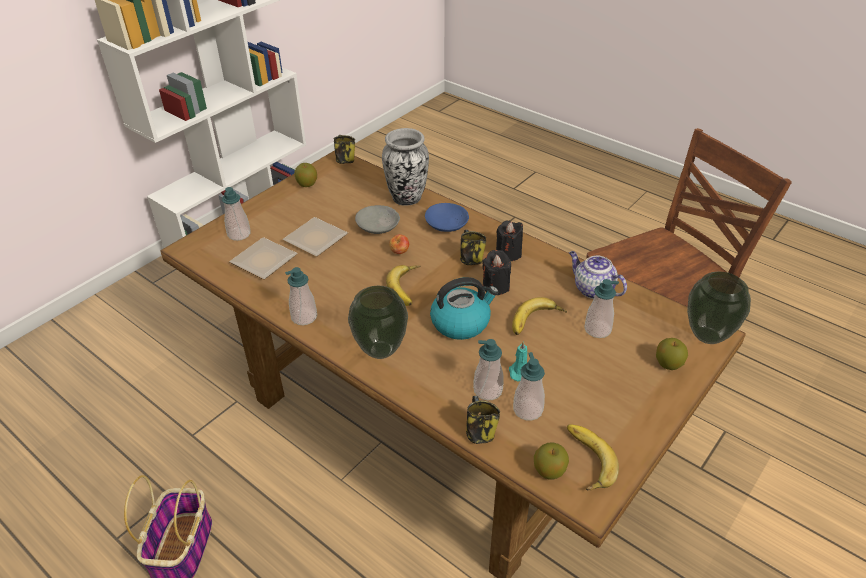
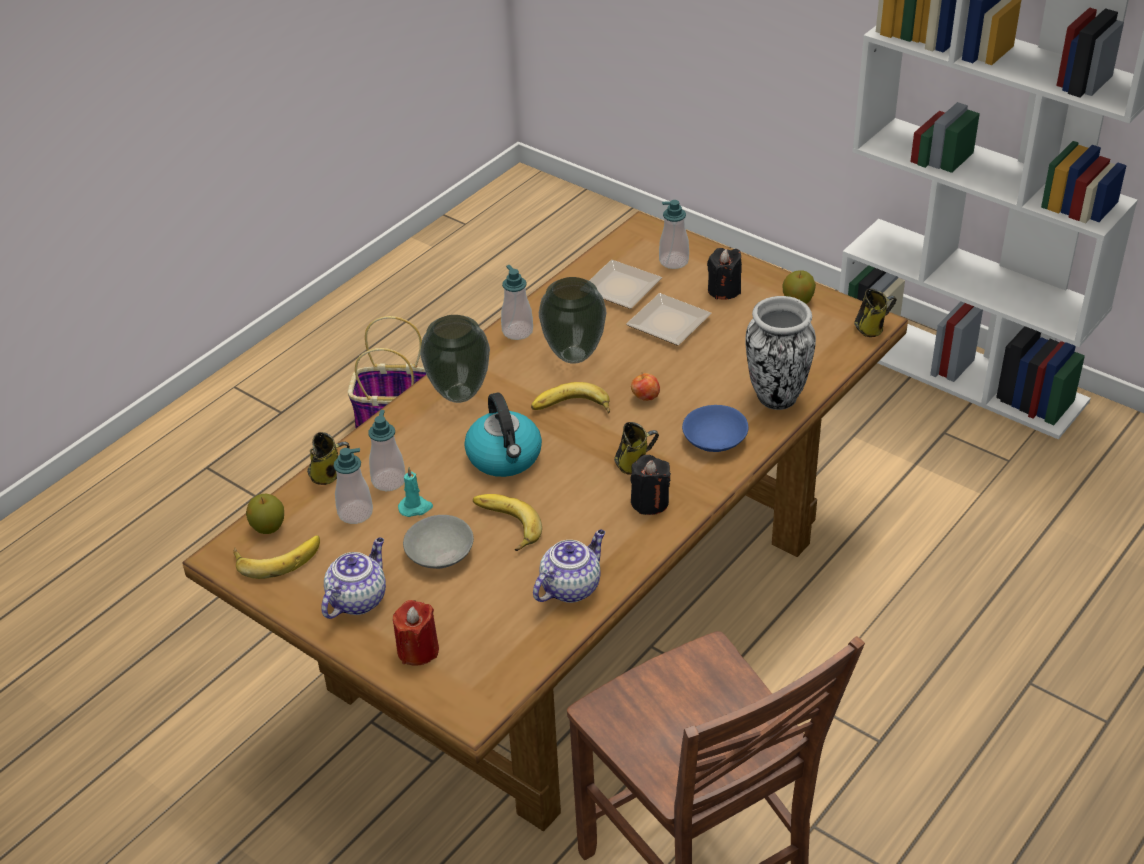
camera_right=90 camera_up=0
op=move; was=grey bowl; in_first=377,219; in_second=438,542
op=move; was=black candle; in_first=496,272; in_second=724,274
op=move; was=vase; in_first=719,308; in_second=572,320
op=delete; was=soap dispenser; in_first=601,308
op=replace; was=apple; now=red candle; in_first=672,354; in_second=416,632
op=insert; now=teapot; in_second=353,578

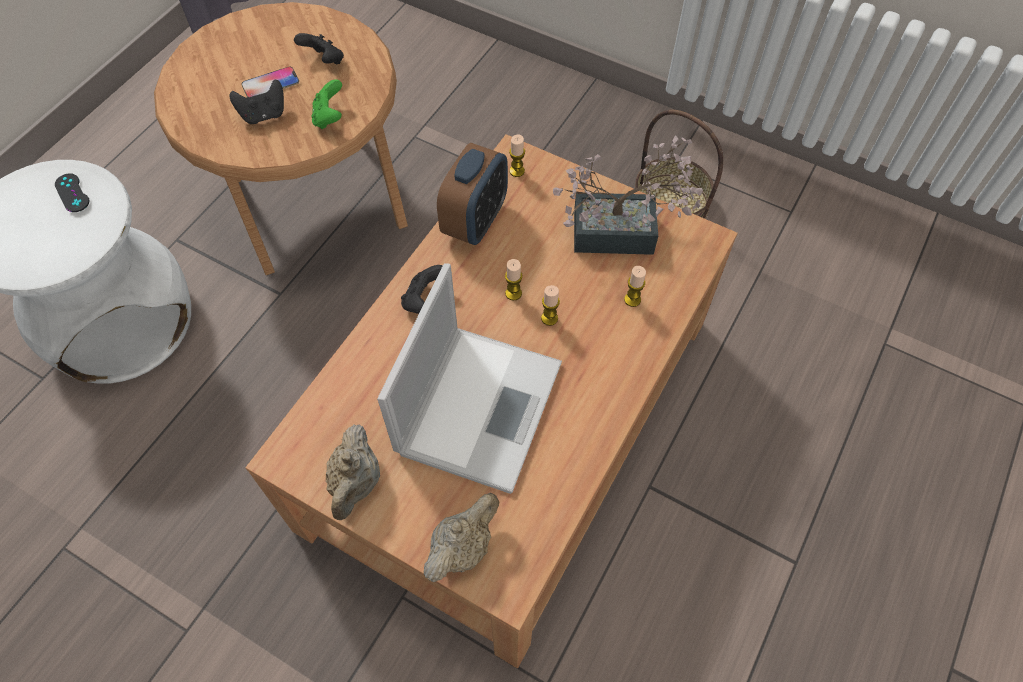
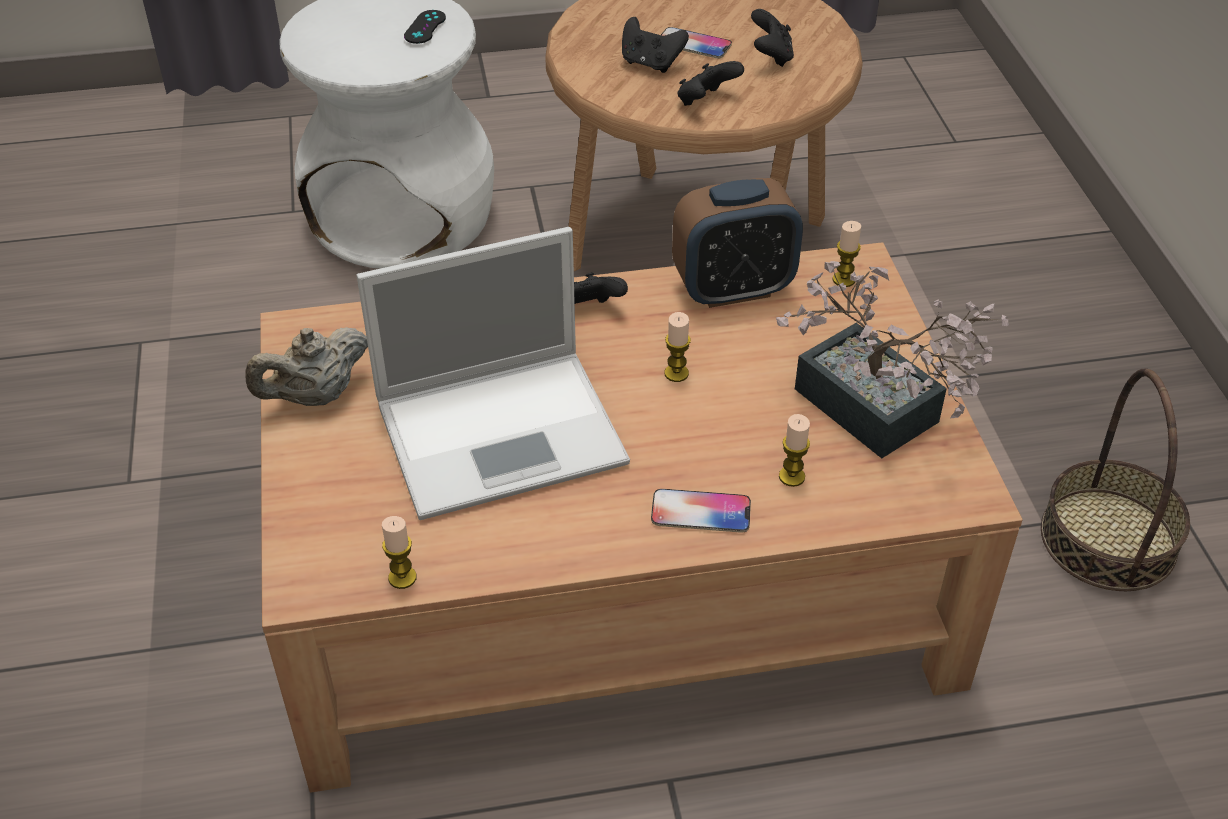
camera_right=50 camera_up=-15
op=recolor; was=green game controller; now=black game controller; in_first=326,104; in_second=711,83
op=move; was=candle; in_first=550,305; in_second=399,552
op=delete; was=beige teapot; in_first=461,537
op=insert; now=phone; in_second=701,511

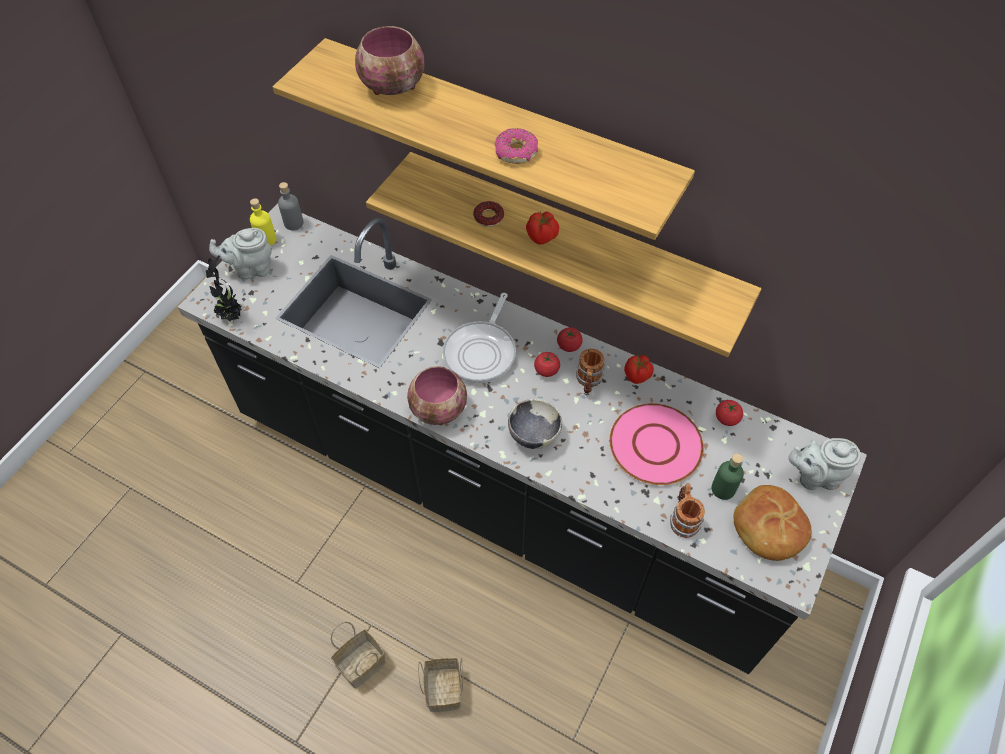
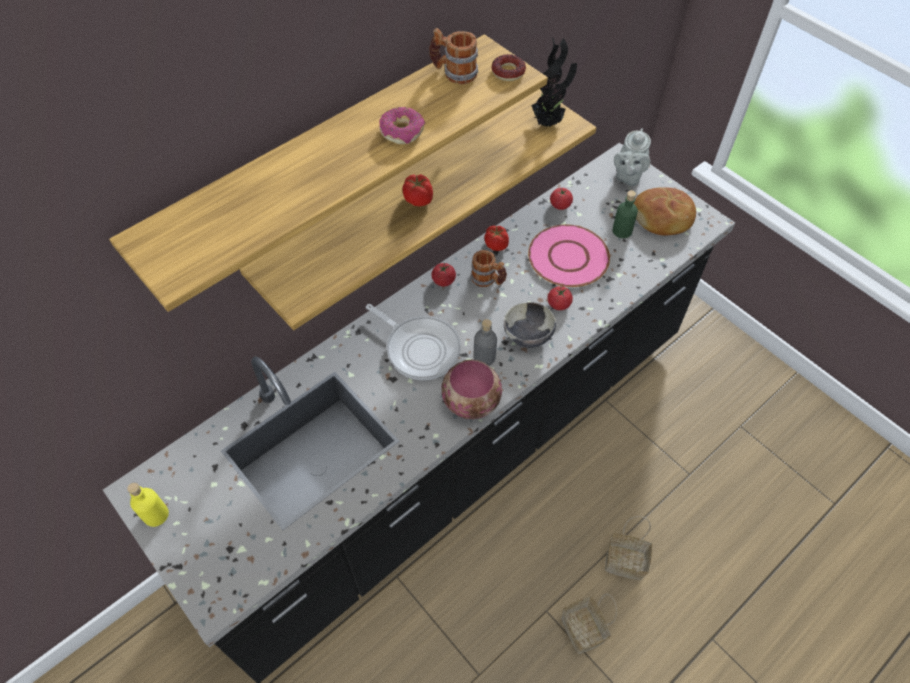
camera_right=-70 camera_up=0
op=delete; was=bowl; in_first=389,60
op=move; was=grey bottle; in_first=291,206; in_second=485,342
op=move; was=donut; in_first=488,214; in_second=509,67
op=delete; was=grey teapot; in_first=240,253
op=move; was=potted plant; in_first=225,288; in_second=554,82
op=move; was=tomato; in_first=547,364; in_second=560,298
op=move; was=mug; in_first=687,510; in_second=453,56

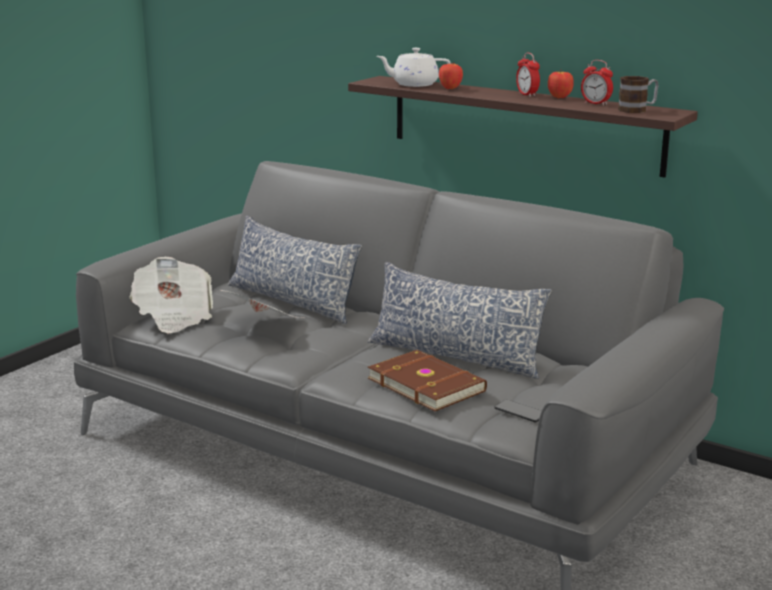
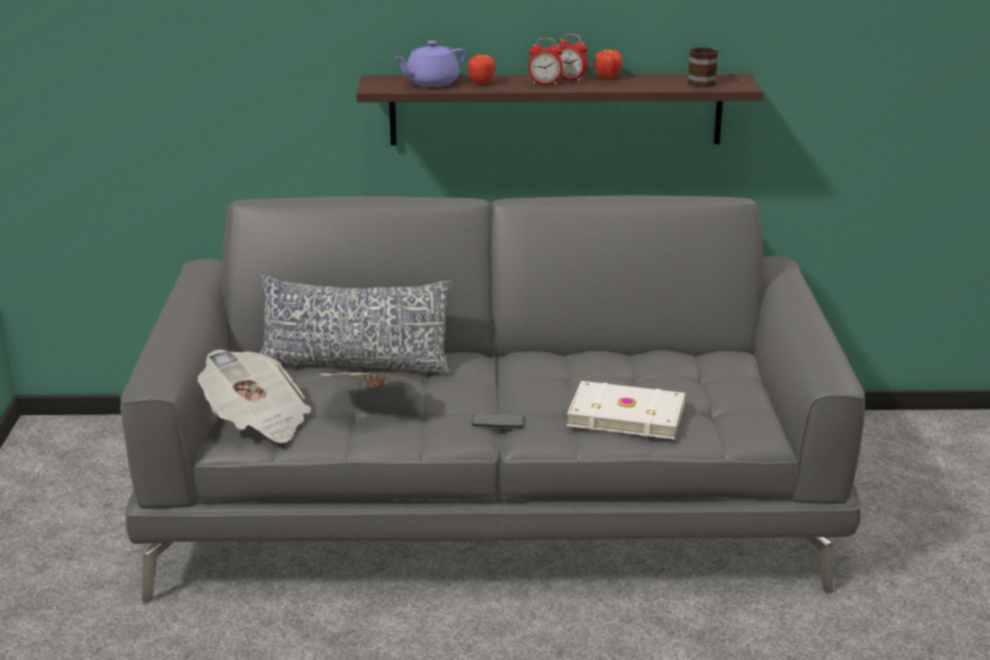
camera_right=-35 camera_up=5
op=recolor; was=white teapot; now=purple teapot; in_first=414,67; in_second=430,64
op=move; was=alarm clock; in_first=597,83; in_second=545,61
op=delete; was=pillow; in_first=460,320
op=recolor; was=brown book; now=white book; in_first=427,381; in_second=626,410
op=move; was=phone; in_first=517,411; in_second=498,420

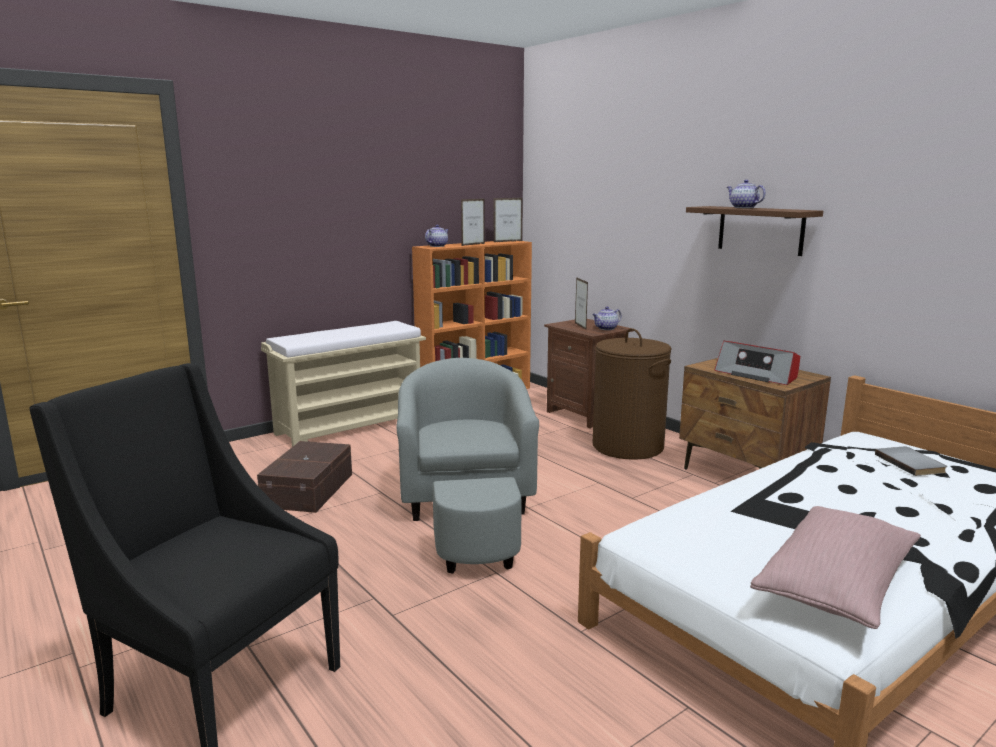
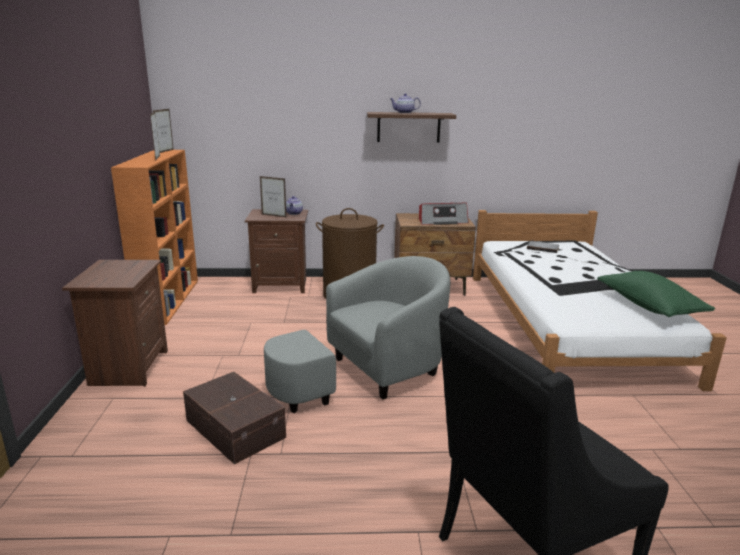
camera_right=-55 camera_up=5
op=delete; was=teapot; in_first=437,236
op=replace; was=beige bench; now=brown nightstand; in_first=343,384; in_second=115,323
op=rotate; was=grey armchair; in_first=467,465; in_second=357,334; clockwise=120
op=recolor; was=pink pillow; now=green pillow; in_first=835,567; in_second=656,294

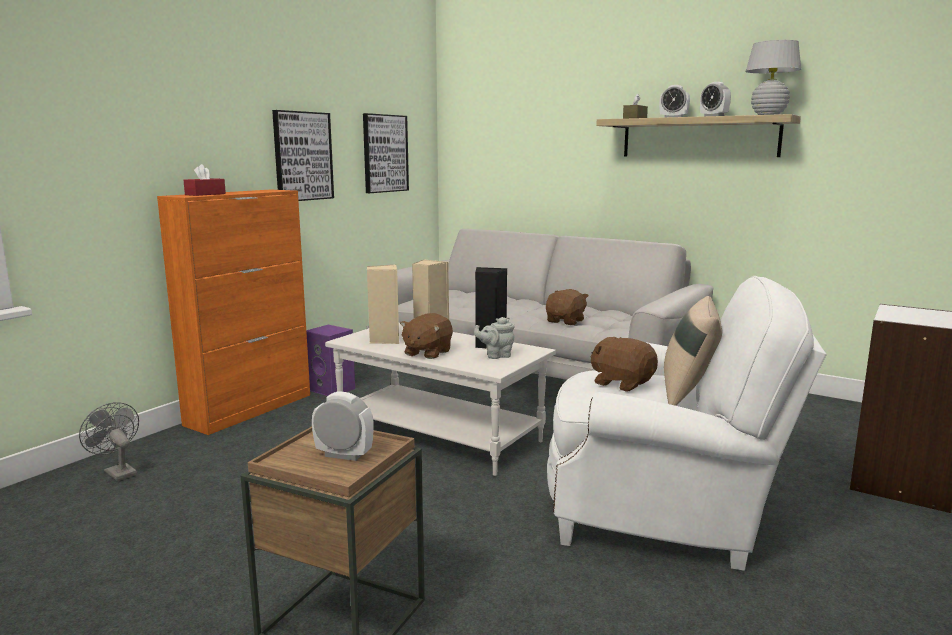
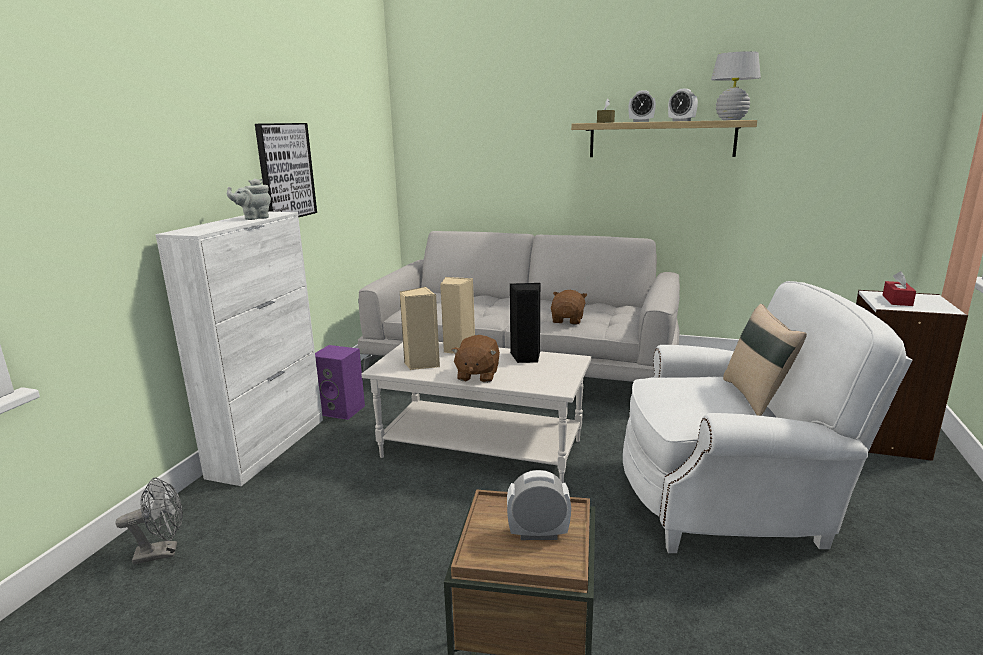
camera_right=-15 camera_up=5
op=delete; was=picture; in_first=386,153
op=move; was=red tissue box; in_first=204,180; in_second=899,288
op=recolor; was=orange cabinet; now=white cabinet; in_first=233,312; in_second=239,349
op=move; was=grey teapot; in_first=494,338; in_second=249,199
op=delete; was=brown plush toy; in_first=624,364
op=rotate; was=grey fan; in_first=109,441; in_second=149,521; clockwise=135

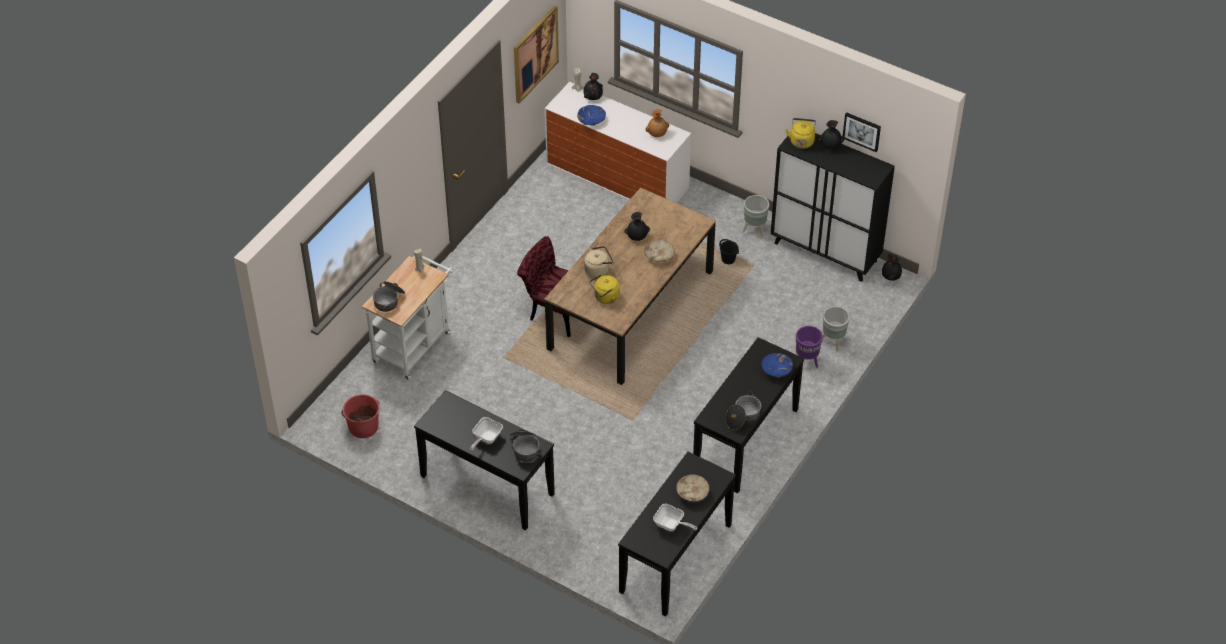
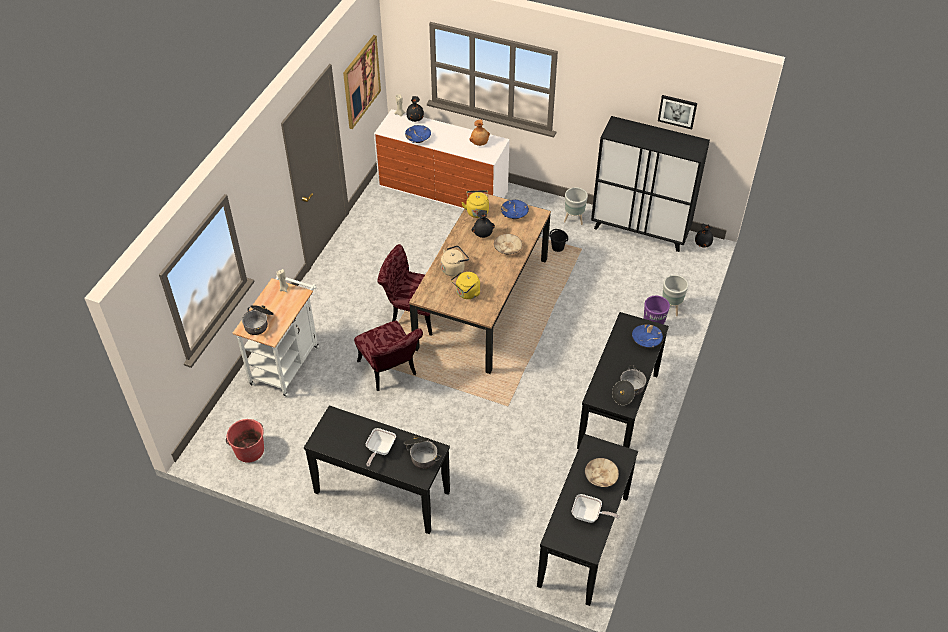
camera_right=-10 camera_up=0
op=move; was=yellow kettle; in_first=800,133; in_second=475,204
op=delete; was=black vase; in_first=831,134
op=insert; now=blue bowl; in_second=515,209
op=insert; now=red chair; in_second=388,356

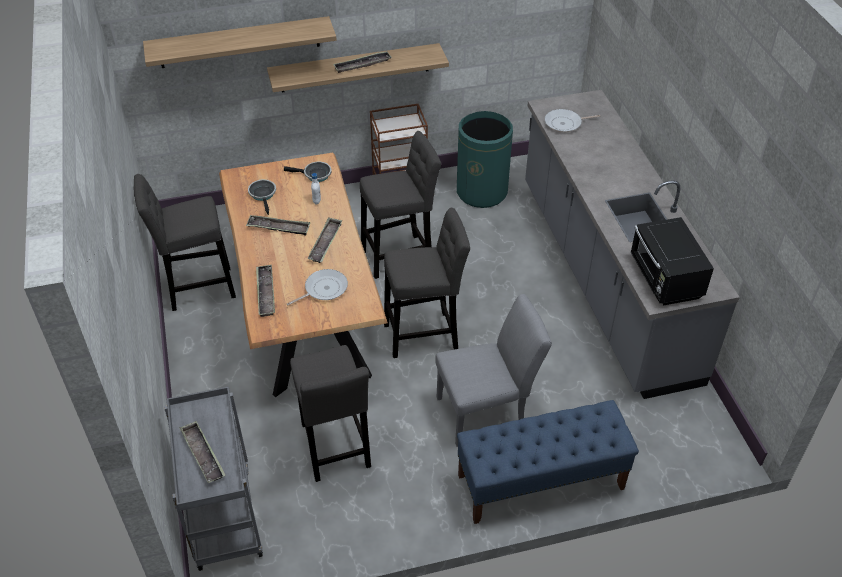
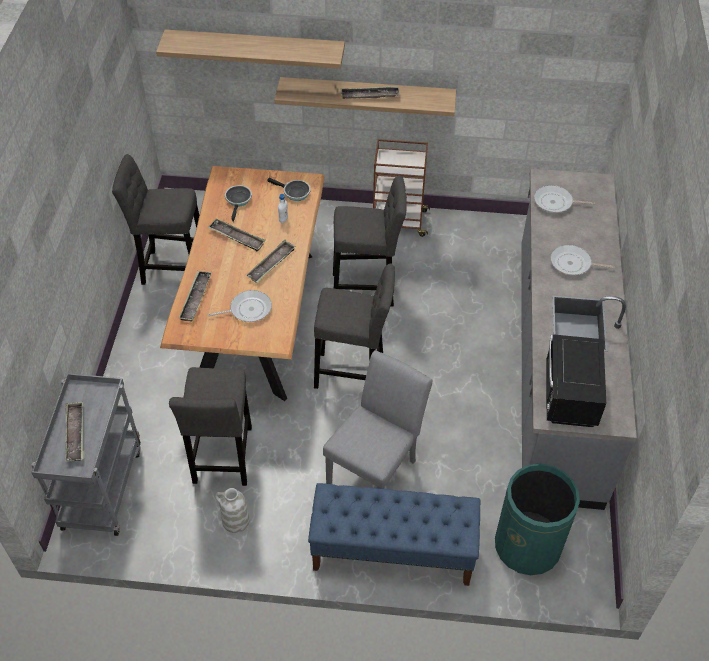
camera_right=20 camera_up=5
op=move; was=green trash can; in_first=485,159; in_second=537,519
op=rotate; was=grey chair; in_first=493,370; in_second=377,419; clockwise=-60
op=insert; now=frying pan; in_second=582,260
op=insert; now=white vase; in_second=232,510

